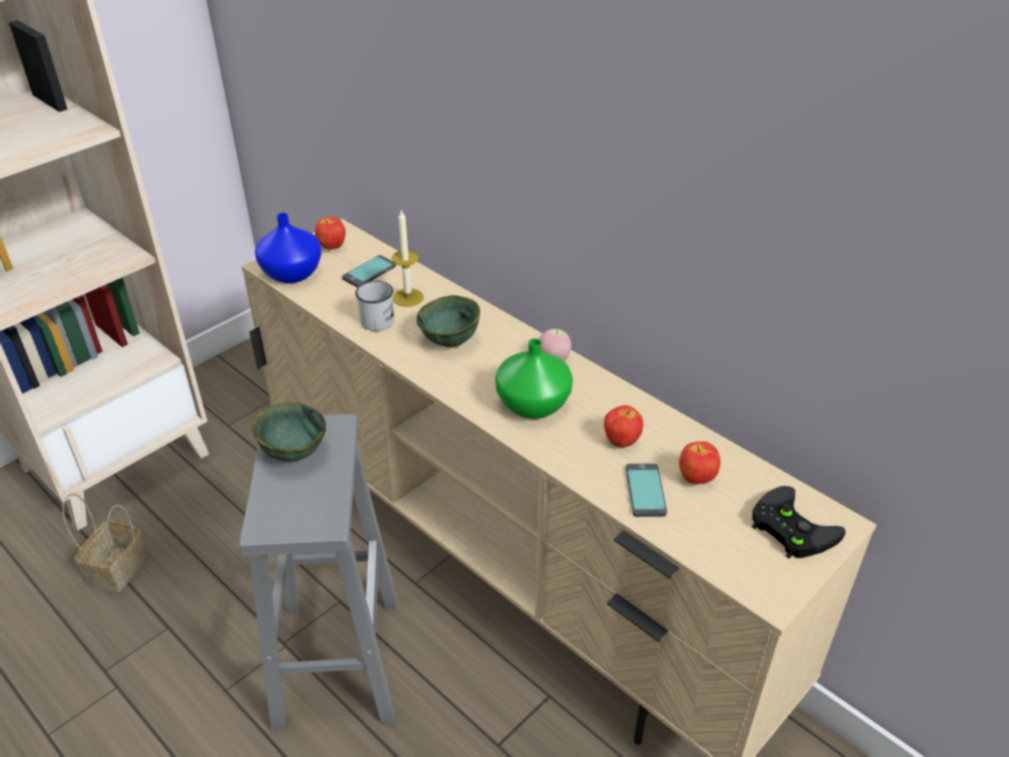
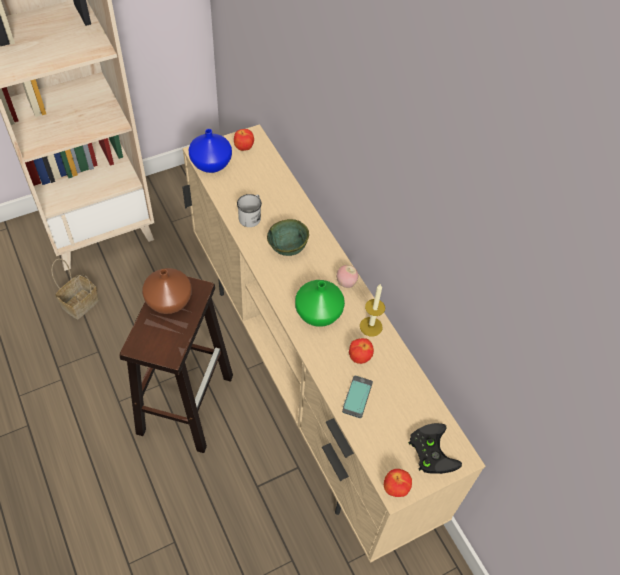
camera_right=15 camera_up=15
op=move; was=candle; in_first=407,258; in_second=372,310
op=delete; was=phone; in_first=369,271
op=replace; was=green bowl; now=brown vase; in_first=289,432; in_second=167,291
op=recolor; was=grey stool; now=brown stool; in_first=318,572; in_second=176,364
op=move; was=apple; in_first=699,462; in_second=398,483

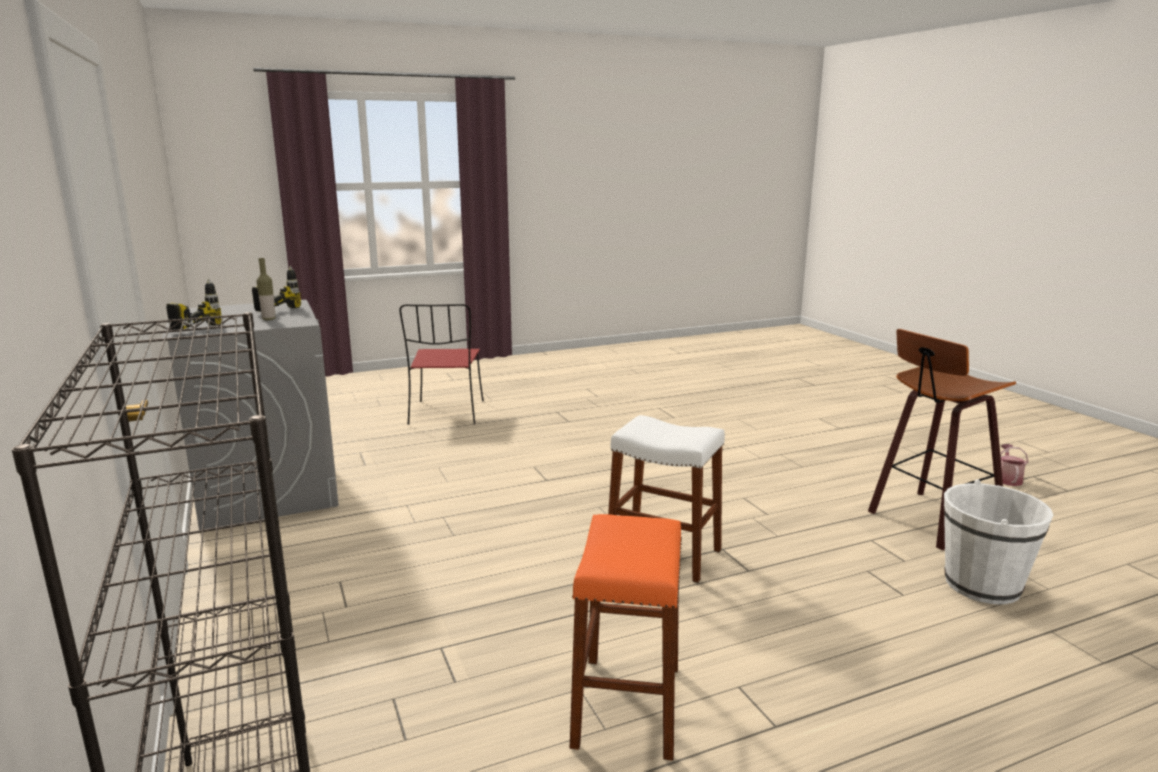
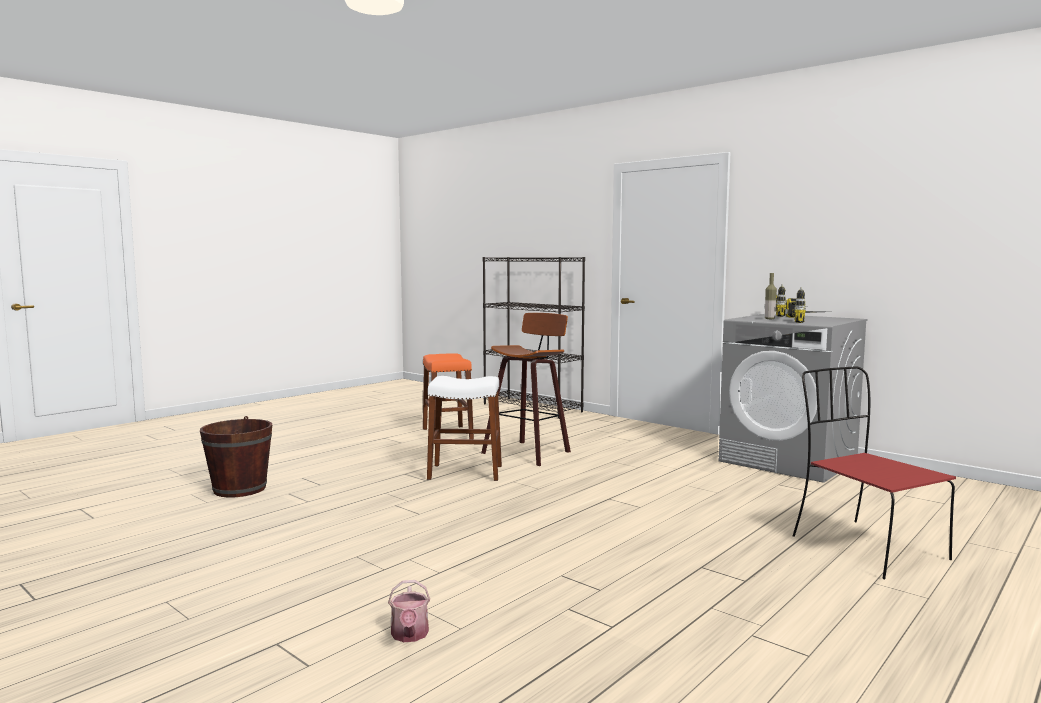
camera_right=155 camera_up=-10
op=move; was=stool; in_first=942,439; in_second=526,389
op=move; was=watering can; in_first=1014,465; in_second=409,611
op=recolor; was=white bucket; now=brown bucket; in_first=998,541; in_second=236,457

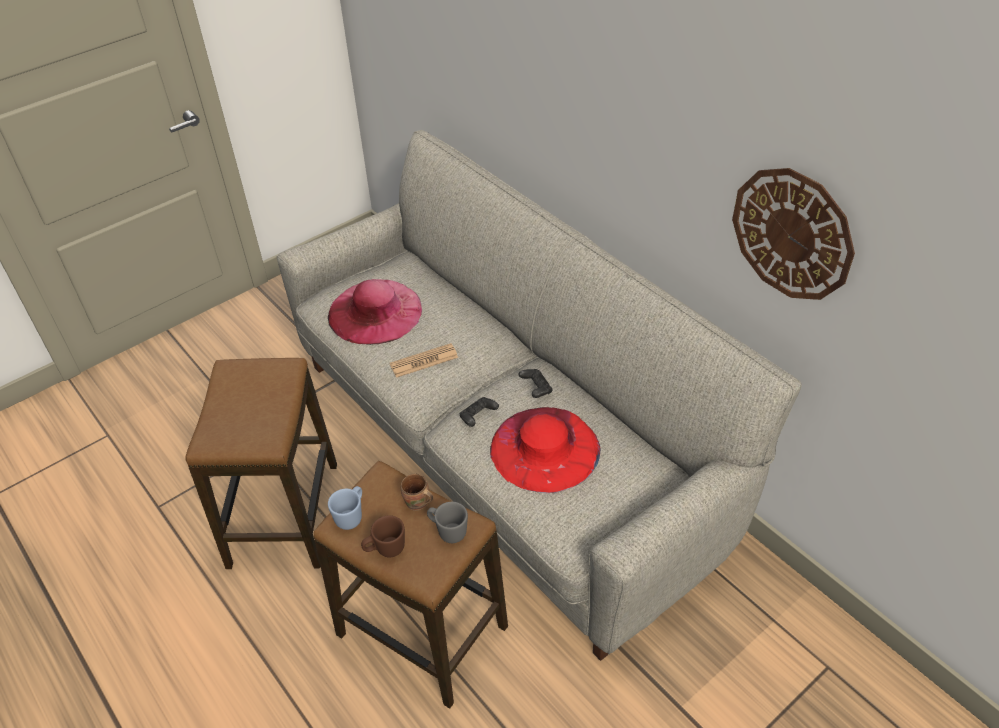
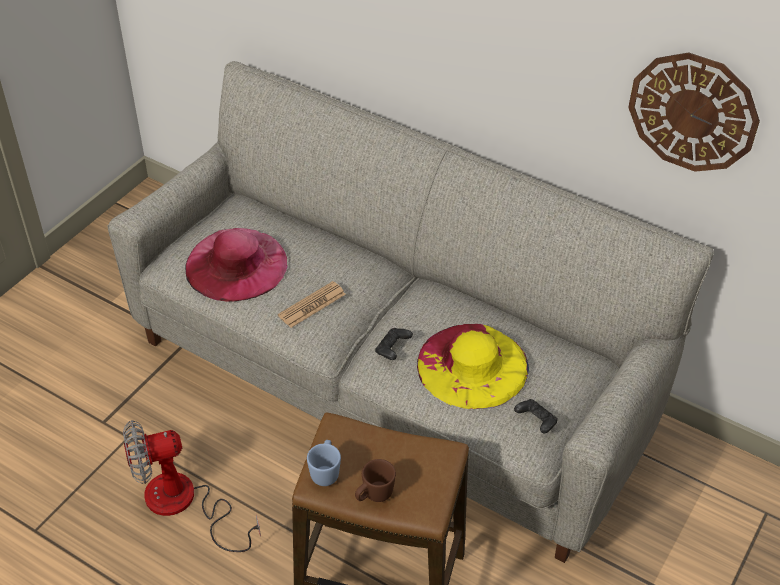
camera_right=-20 camera_up=0
op=replace; was=stool; now=fan; in_first=261,463; in_second=192,486
op=move; was=black game controller; in_first=535,383; in_second=536,416
op=recolor; was=red hat; now=yellow hat; in_first=545,450; in_second=473,366
op=delete; was=brown mug; in_first=417,492
op=delete; was=grey mug; in_first=447,522

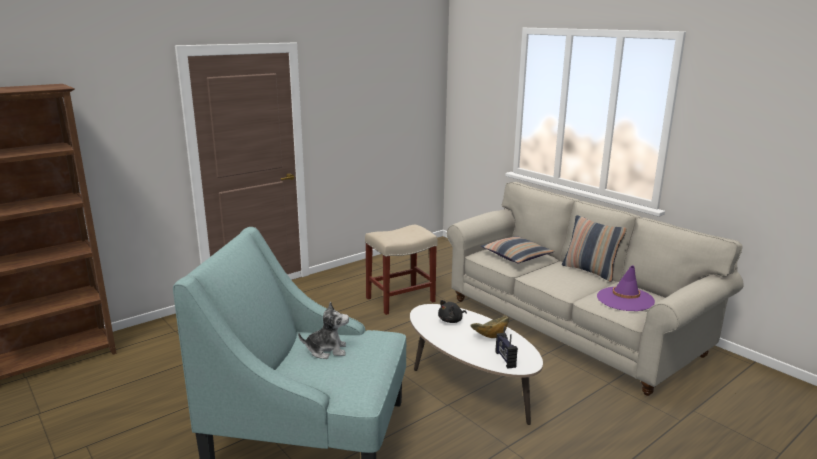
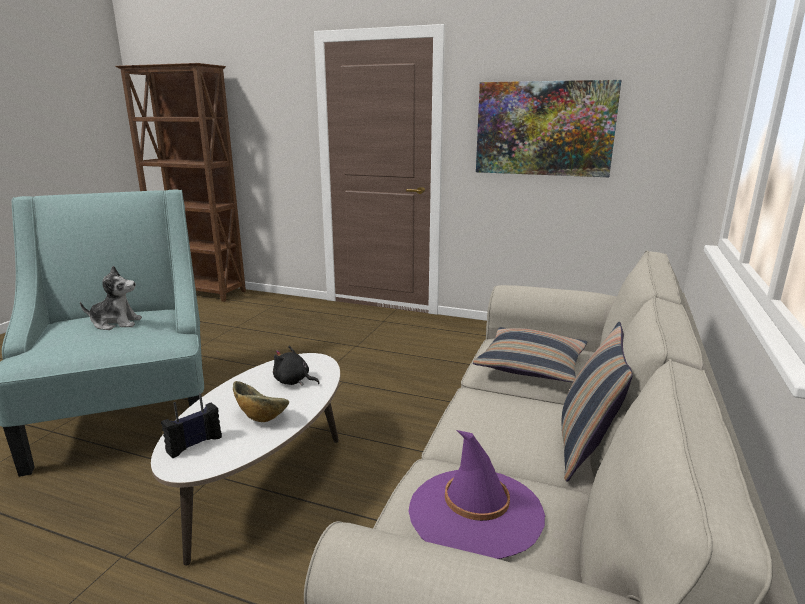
camera_right=60 camera_up=0
op=delete; was=beige stool; in_first=401,269
op=rotate; was=plush toy; in_first=323,330; in_second=111,298; clockwise=-60
op=insert; now=picture; in_second=549,128

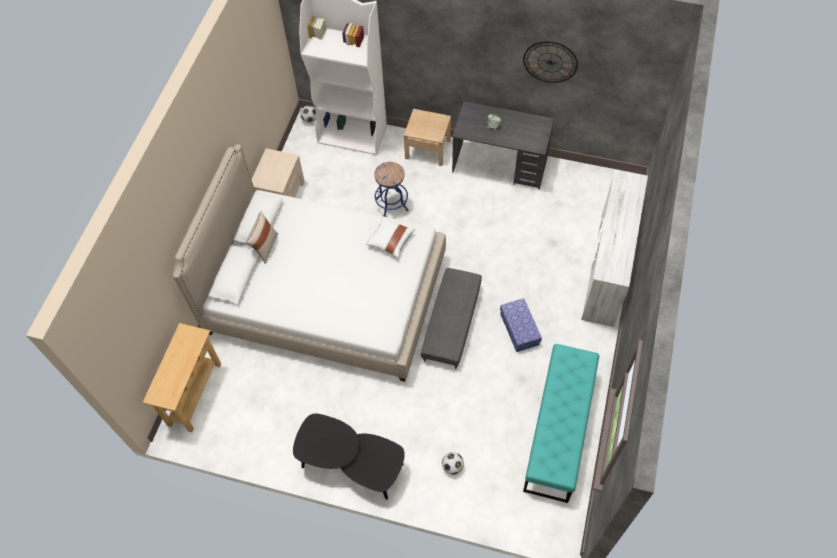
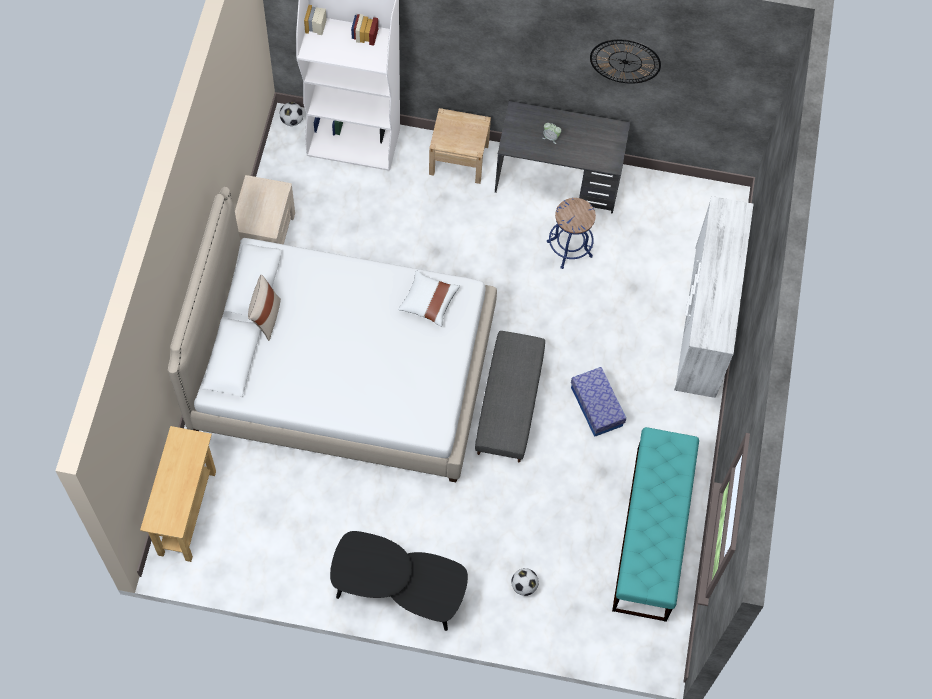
camera_right=-10 camera_up=5
op=move; was=blue stool; in_first=391,189; in_second=571,233

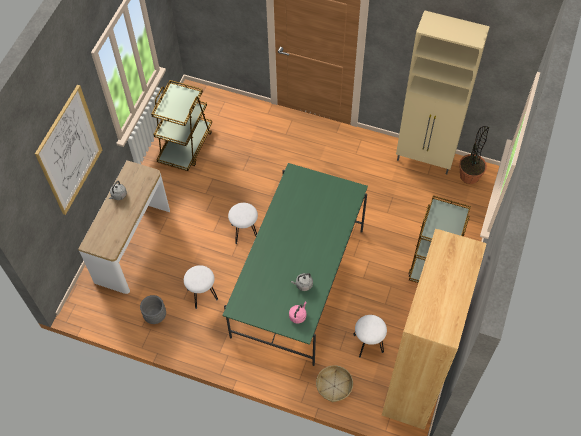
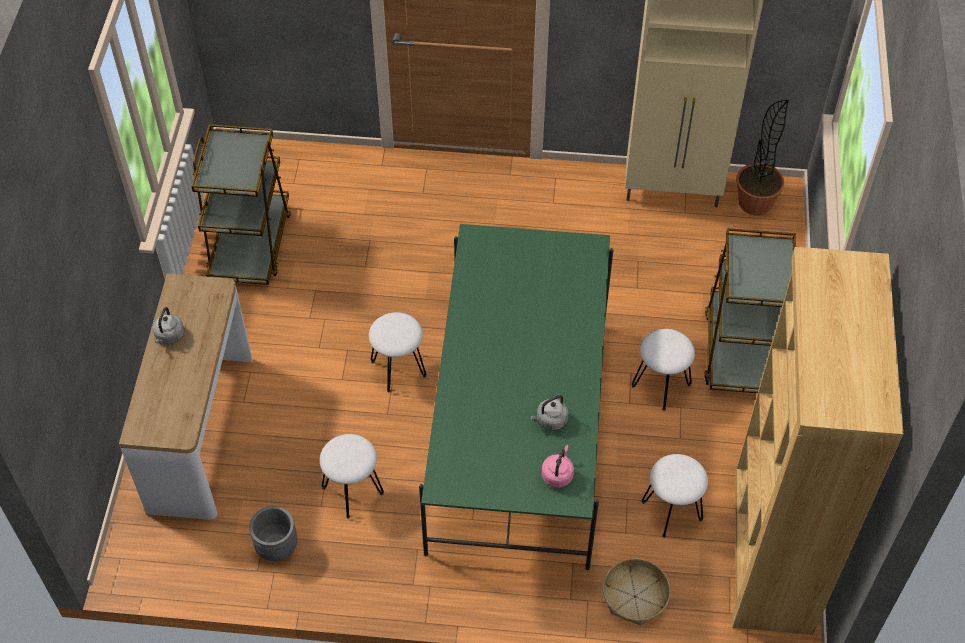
camera_right=-15 camera_up=-5
op=delete; was=picture; in_first=68,150
op=insert; now=white stool; in_second=663,370

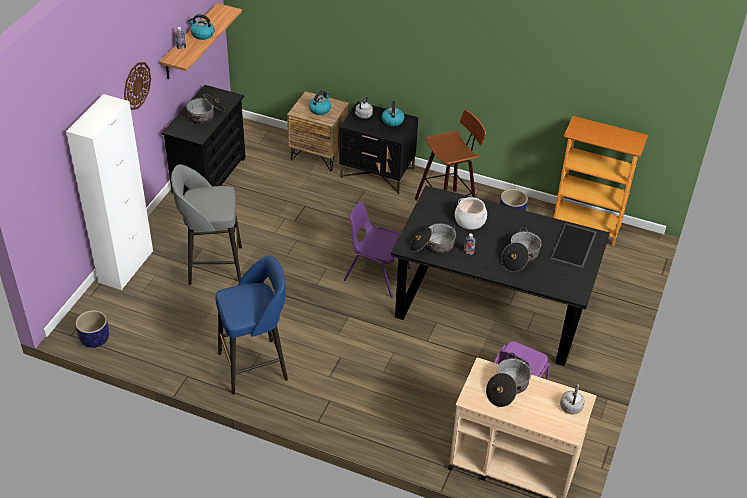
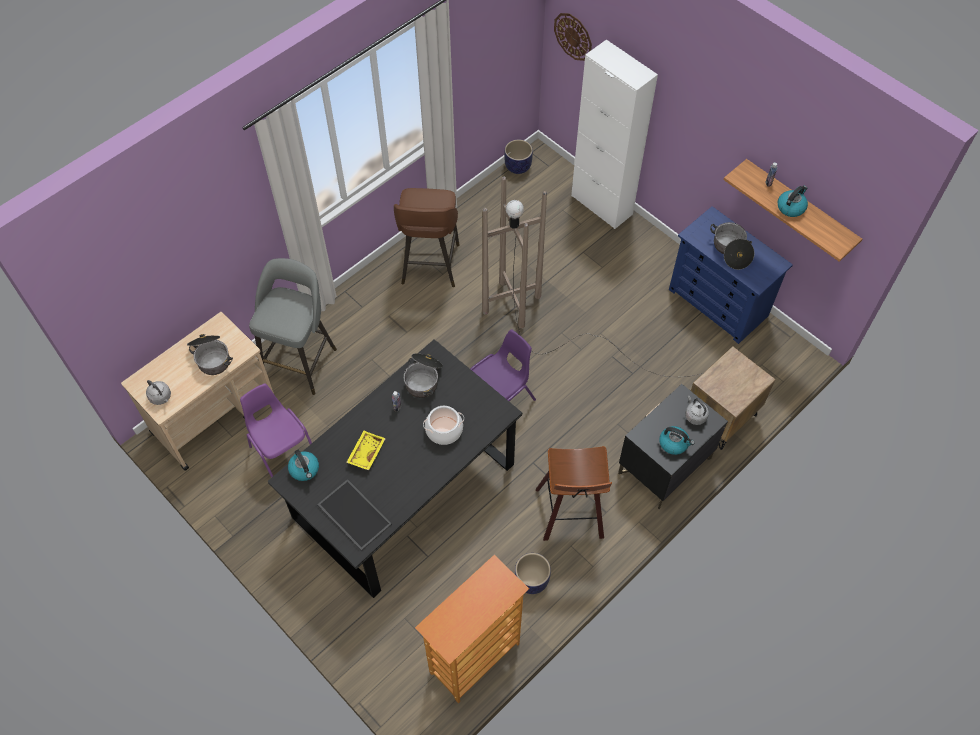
camera_right=115 camera_up=15
op=move; was=wall clock; in_first=137,86; in_second=573,37
op=recolor; was=black dresser; now=blue dresser; in_first=204,140; in_second=731,275
op=move; was=kettle; in_first=320,103; in_second=303,465
op=move; was=grey stool; in_first=206,224; in_second=293,326
op=replace; was=cooking pot; now=yellow tray; in_first=521,249; in_second=366,450
op=recolor; was=blue stool; now=brown stool; in_first=251,324; in_second=426,237
op=insert; now=brown floor lamp; in_second=592,276

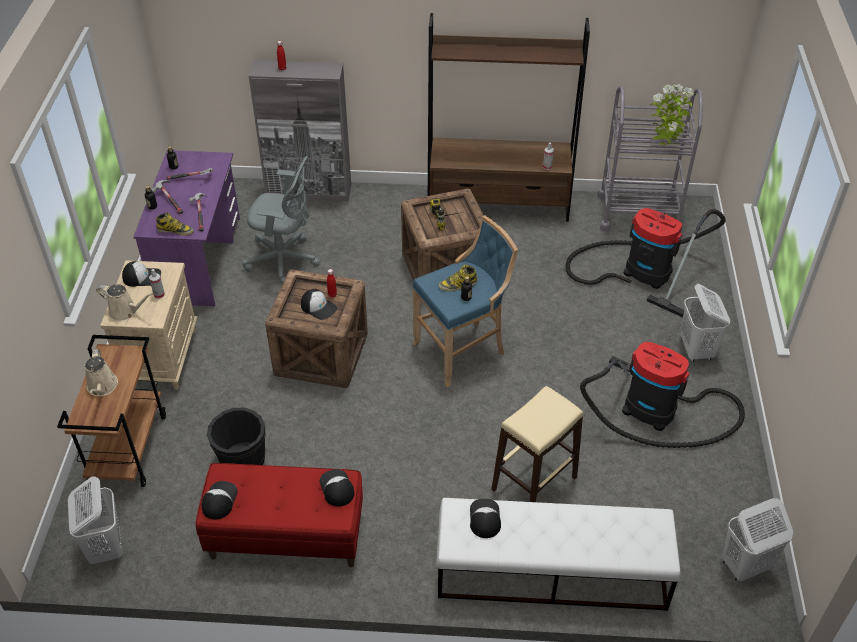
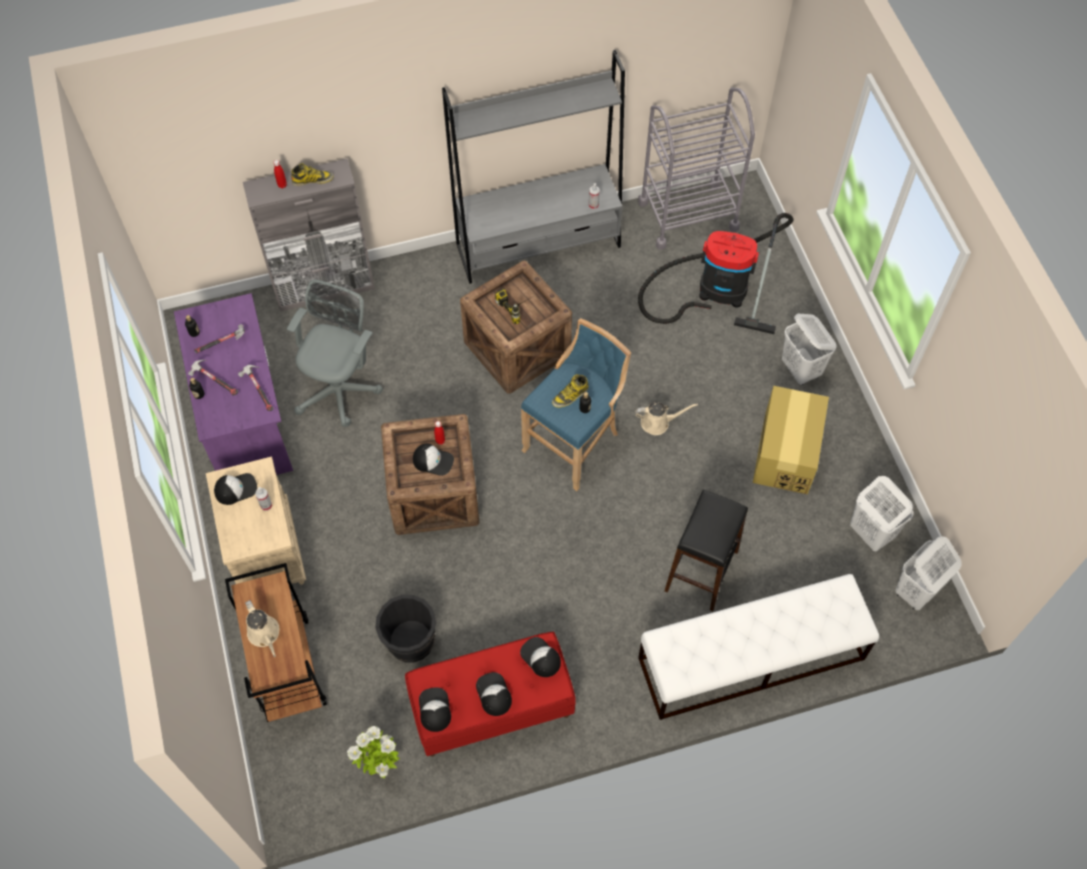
camera_right=-20 camera_up=15
op=recolor; was=brown bookcase; now=grey bookcase; in_first=509,117; in_second=533,167
op=move; was=potted plant; in_first=672,116; in_second=373,752
op=rotate; was=grey office chair; in_first=281,220; in_second=335,353; clockwise=-60
op=move; was=boot; in_first=175,223; in_second=312,174
op=move; was=beige watering can; in_first=125,303; in_second=666,418
op=replace; was=vacuum cleaner; now=cardboard box; in_first=662,395; in_second=791,440
op=recolor; was=beige stool; now=black stool; in_first=537,444; in_second=706,550
op=move; was=white laundry basket; in_first=95,520; in_second=882,513
op=move; was=cap; in_first=485,518; in_second=494,694

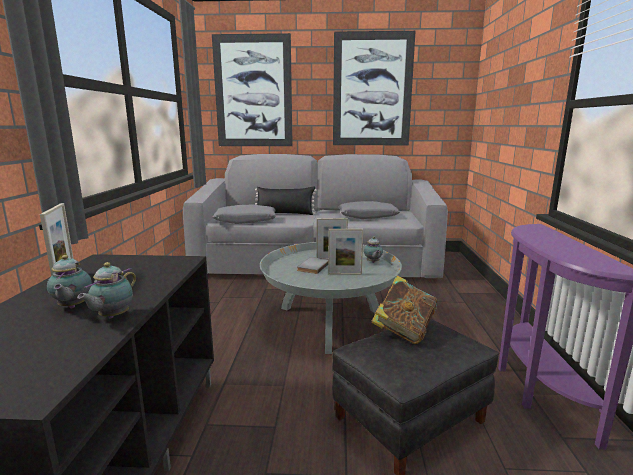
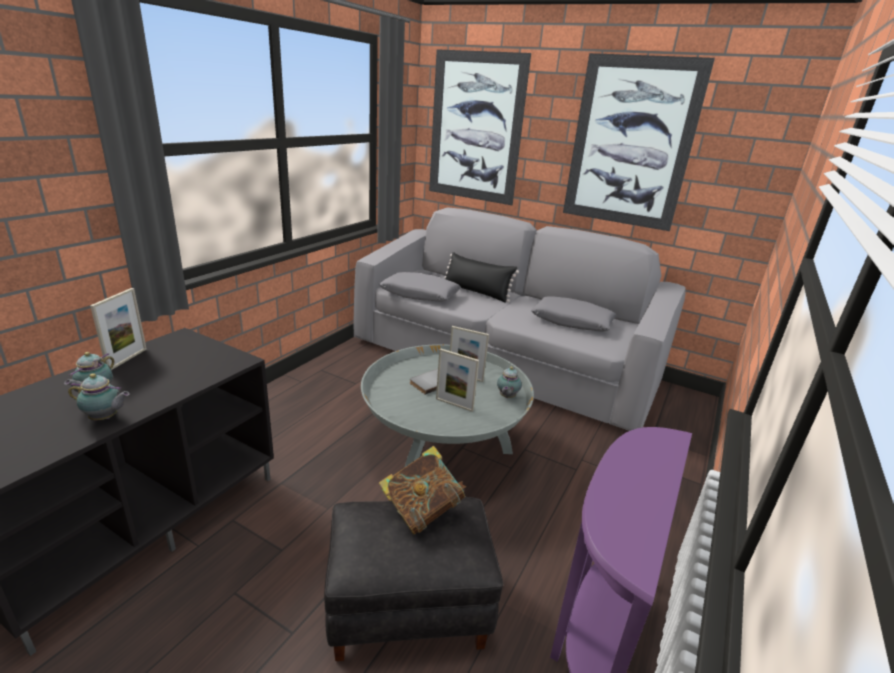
camera_right=25 camera_up=10
op=rotate; was=teapot; in_first=106,290; in_second=99,396; clockwise=-135

